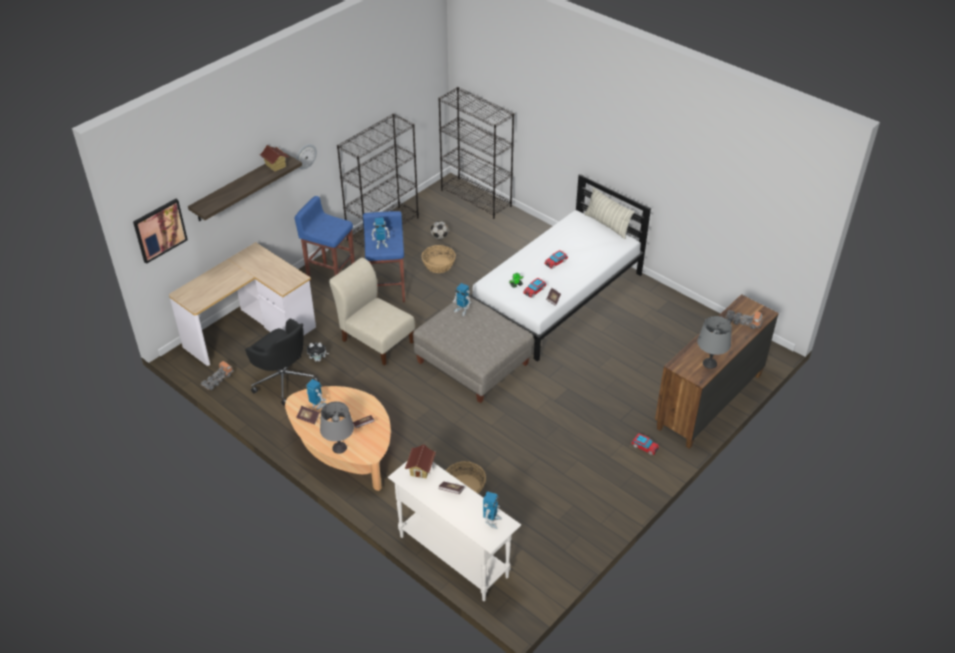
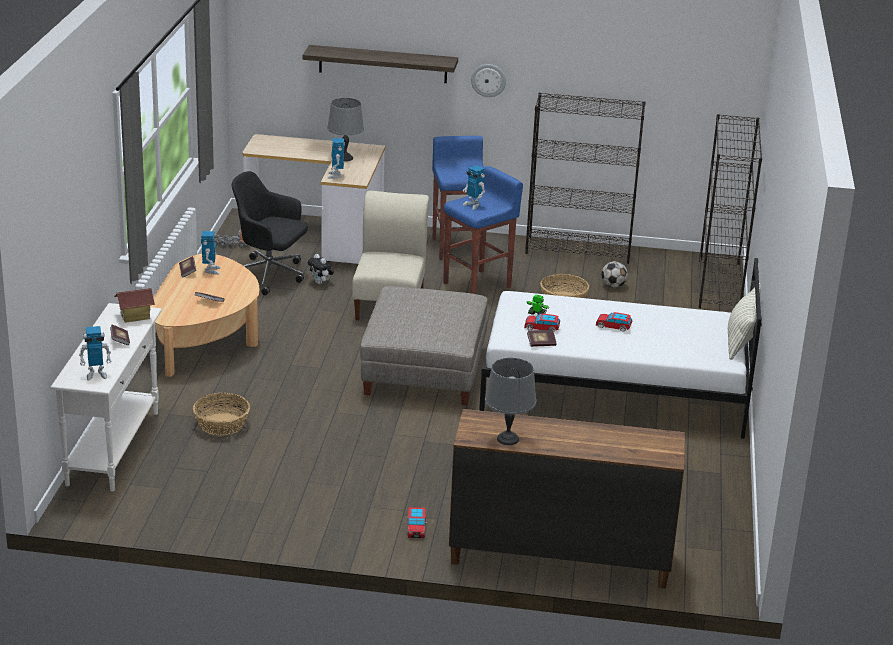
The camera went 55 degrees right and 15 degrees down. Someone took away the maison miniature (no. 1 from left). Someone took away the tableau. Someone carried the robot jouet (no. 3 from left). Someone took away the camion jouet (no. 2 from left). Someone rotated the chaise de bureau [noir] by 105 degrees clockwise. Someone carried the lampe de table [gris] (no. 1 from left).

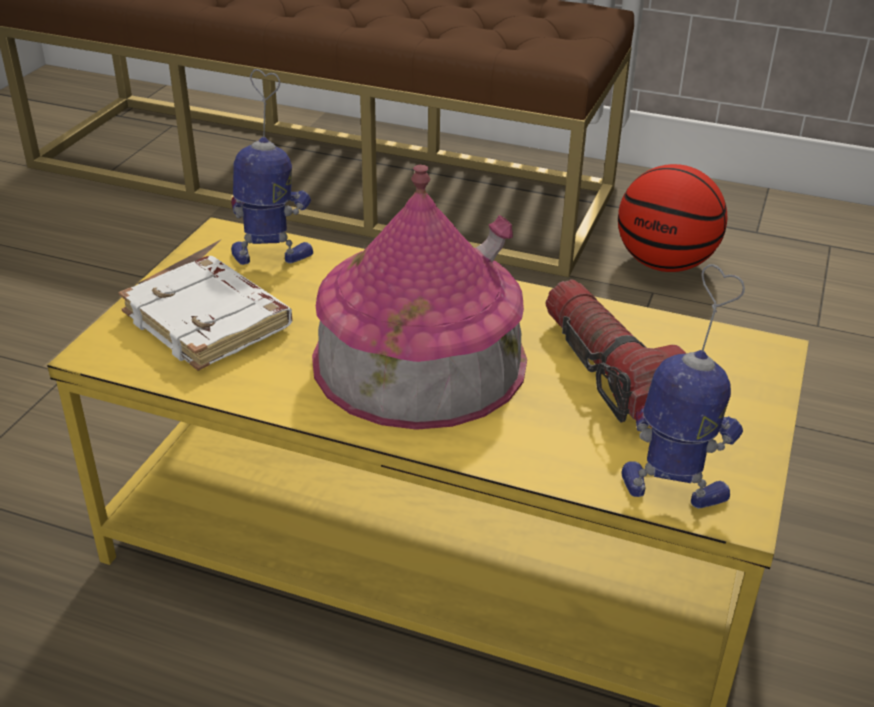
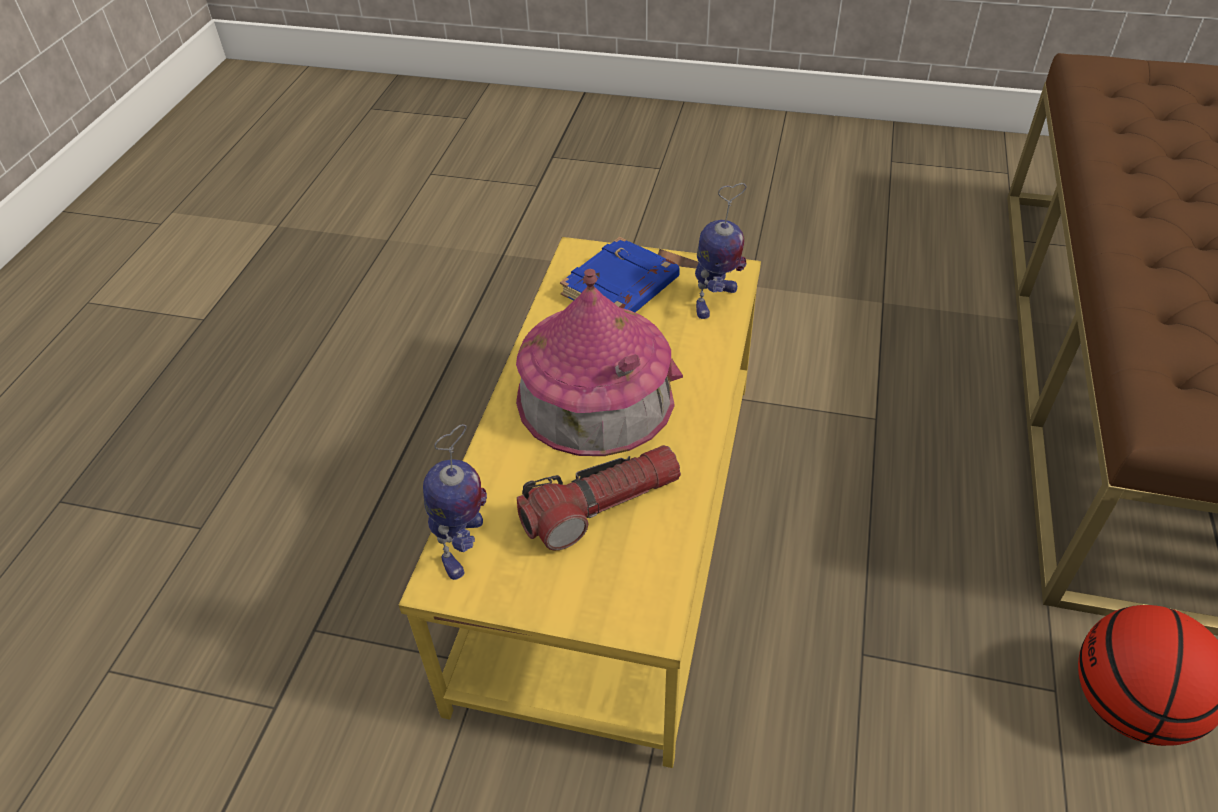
The camera went 85 degrees right and 10 degrees up. Someone rotated the robot jouet (no. 1 from left in the first image) by 45 degrees clockwise. Someone repainted the livre [blanc], which became the livre [bleu].

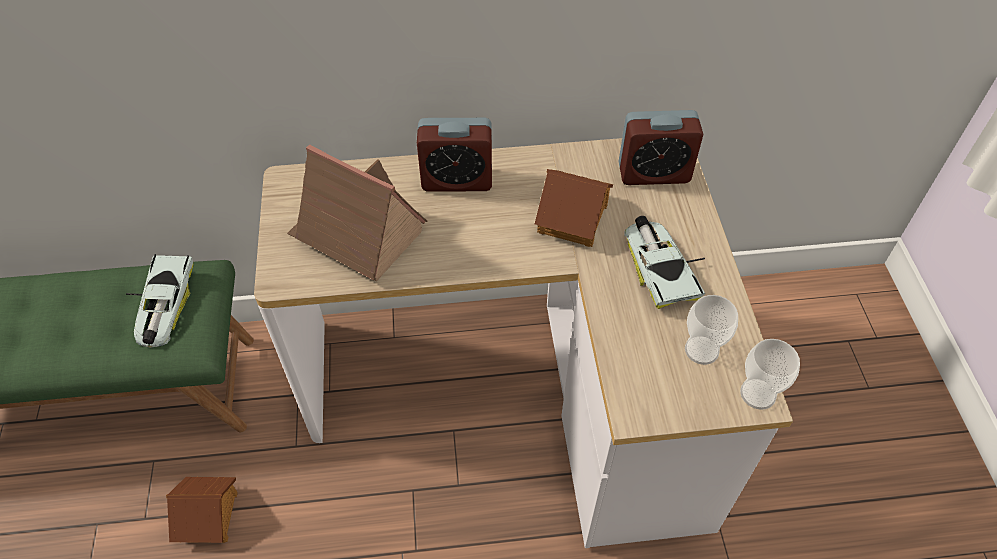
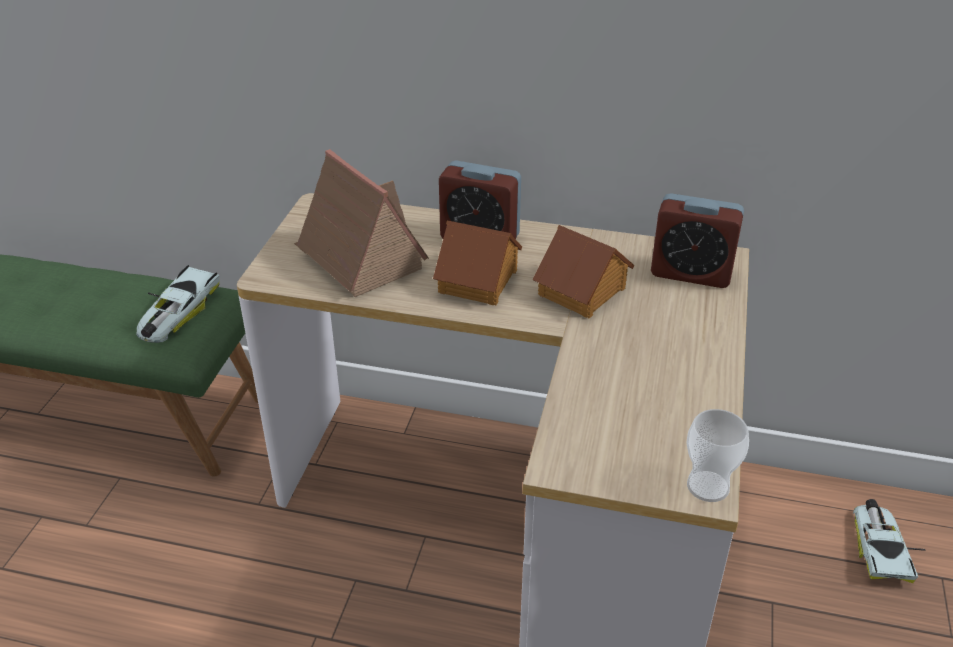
The camera went 20 degrees right and 15 degrees down. Someone carried the petite voiture (no. 2 from left). Someone took away the tasse (no. 1 from left). Someone carried the maison miniature (no. 1 from left in the first image).

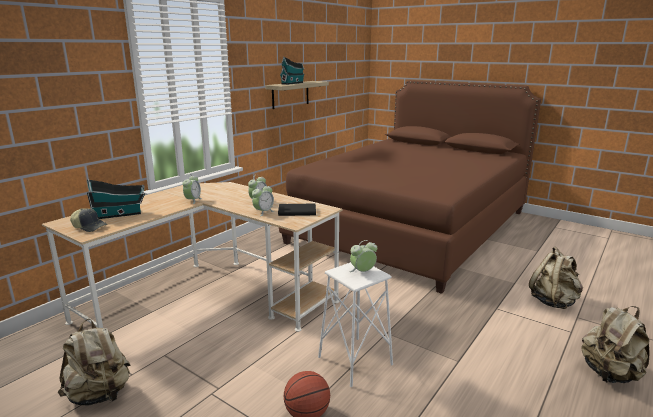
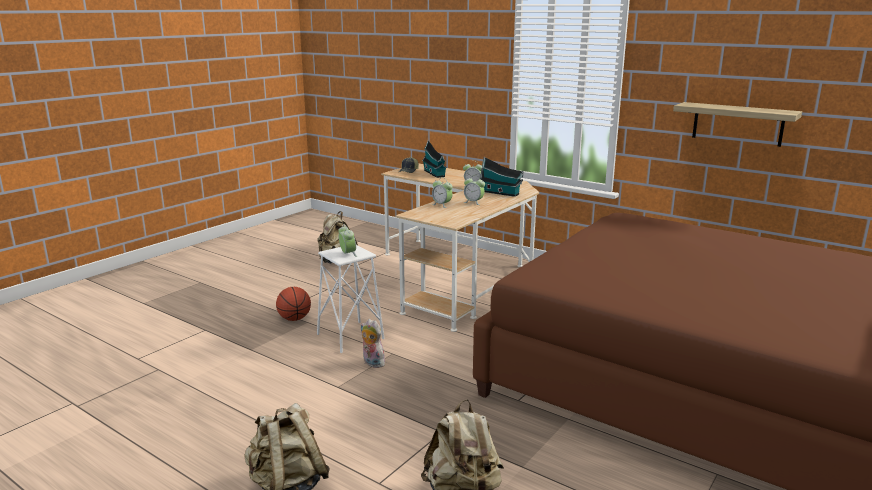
The camera went 90 degrees right and 0 degrees up. Someone carried the maison miniature (no. 2 from left). Someone took away the livre [noir]. Someone put down the peluche.

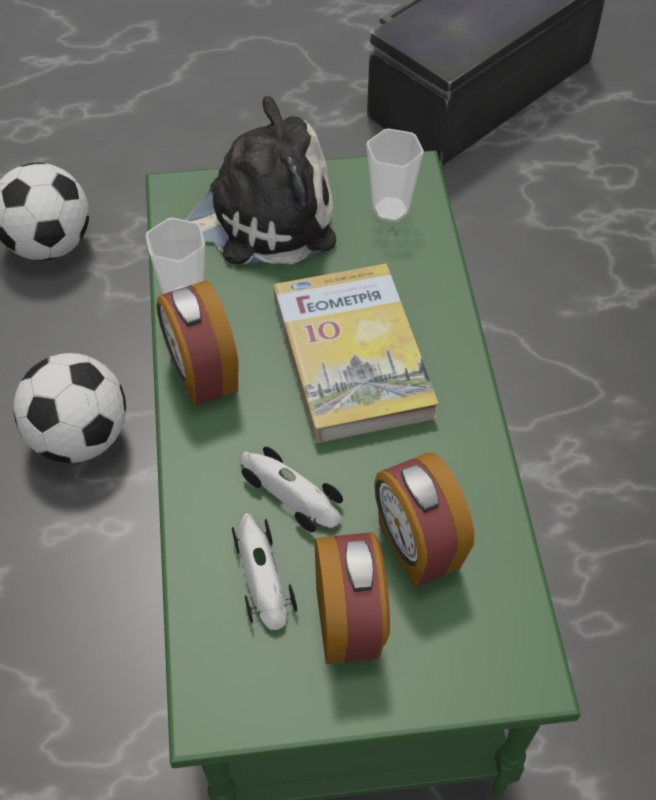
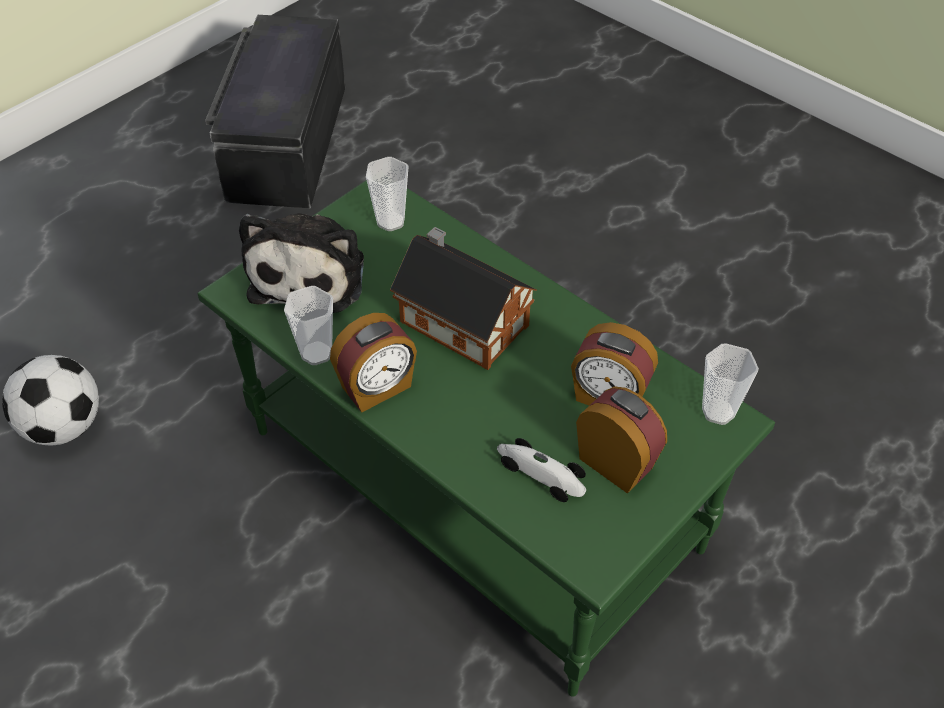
The camera went 40 degrees left and 5 degrees down. Someone rotated the peluche by 150 degrees clockwise. Someone swapped the livre for the maison miniature. Someone rotated the réveil (no. 1 from left) by 60 degrees counterclockwise. Someone took away the ballon de foot (no. 2 from left). Someone took away the petite voiture (no. 2 from left). Someone put down the tasse (no. 3 from left).

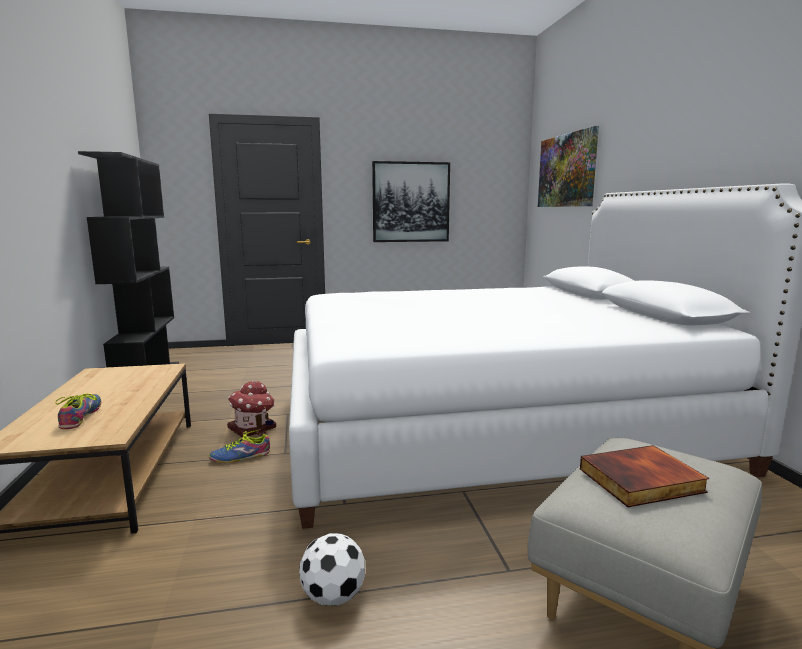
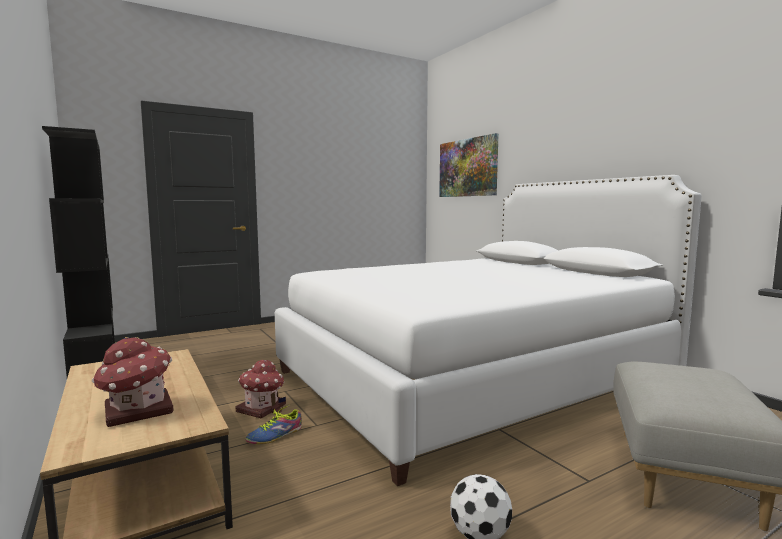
The camera went 20 degrees left and 5 degrees down. Someone took away the tableau (no. 1 from left). Someone swapped the chaussure (no. 1 from left) for the maison miniature (no. 1 from left). Someone took away the livre.

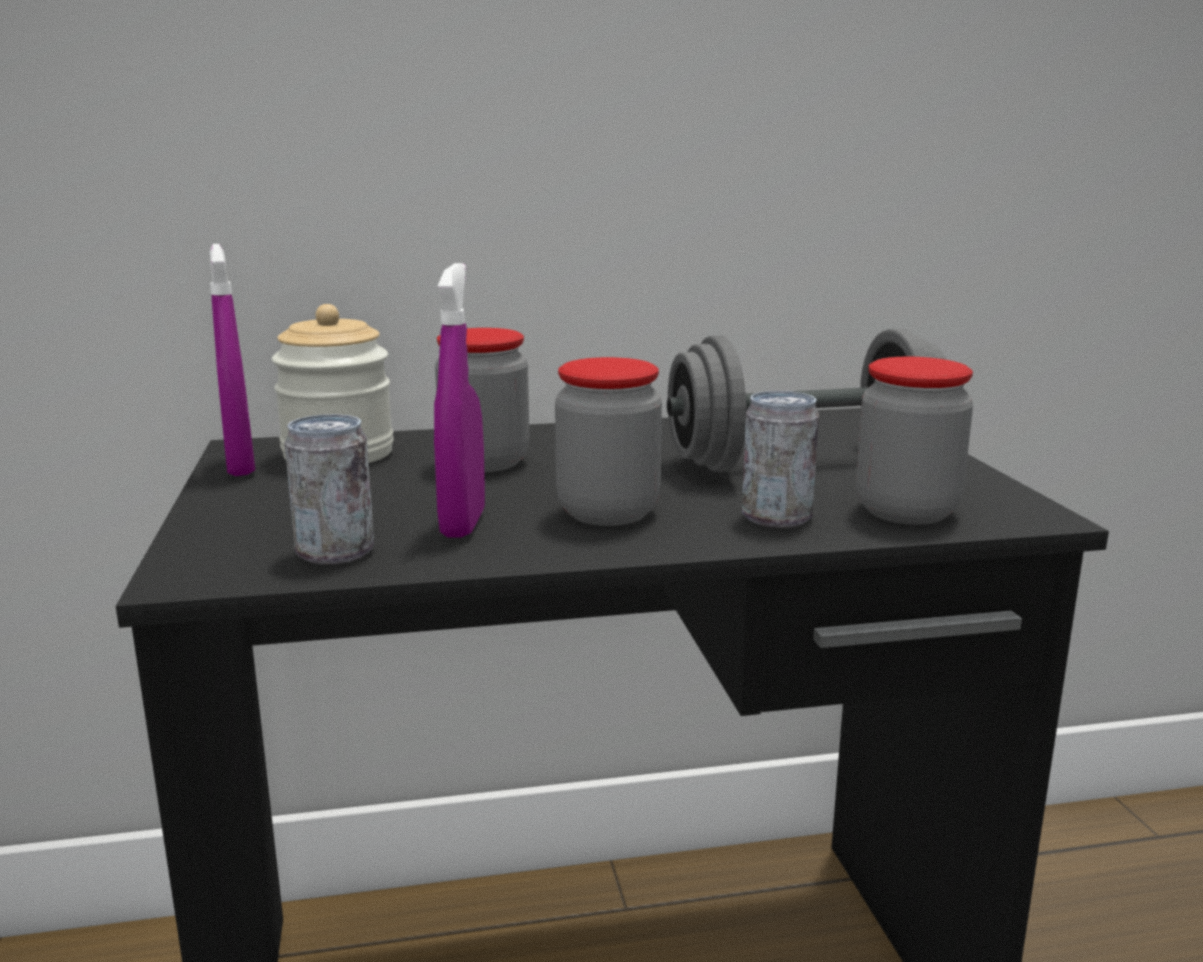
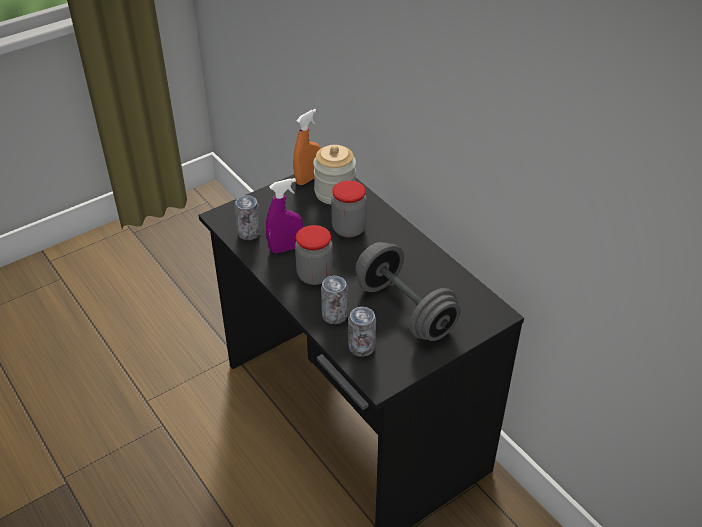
The camera went 65 degrees right and 25 degrees up. Someone repainted the vaporisateur [violet] (no. 1 from left), which became the vaporisateur [orange]. Someone swapped the bocal (no. 4 from left) for the boîte métallique (no. 3 from left).

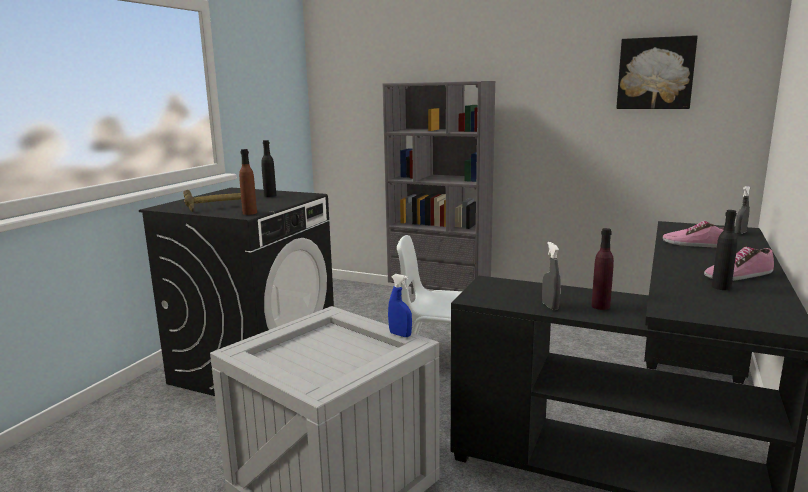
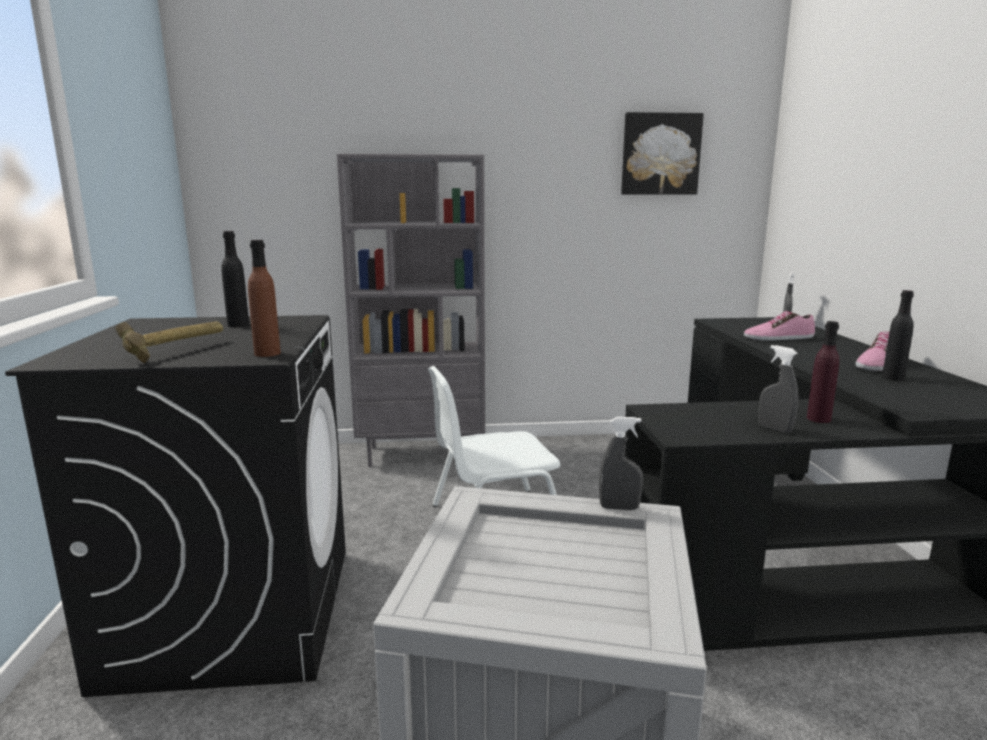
The camera went 30 degrees left and 0 degrees up. Someone repainted the vaporisateur [bleu], which became the vaporisateur [gris] (no. 1 from left).

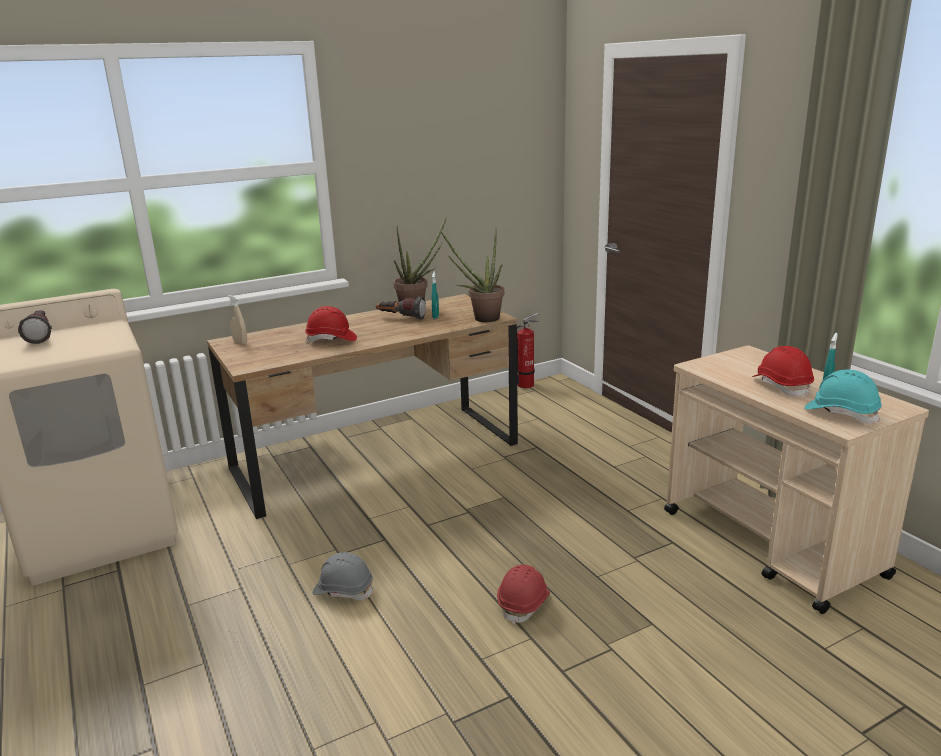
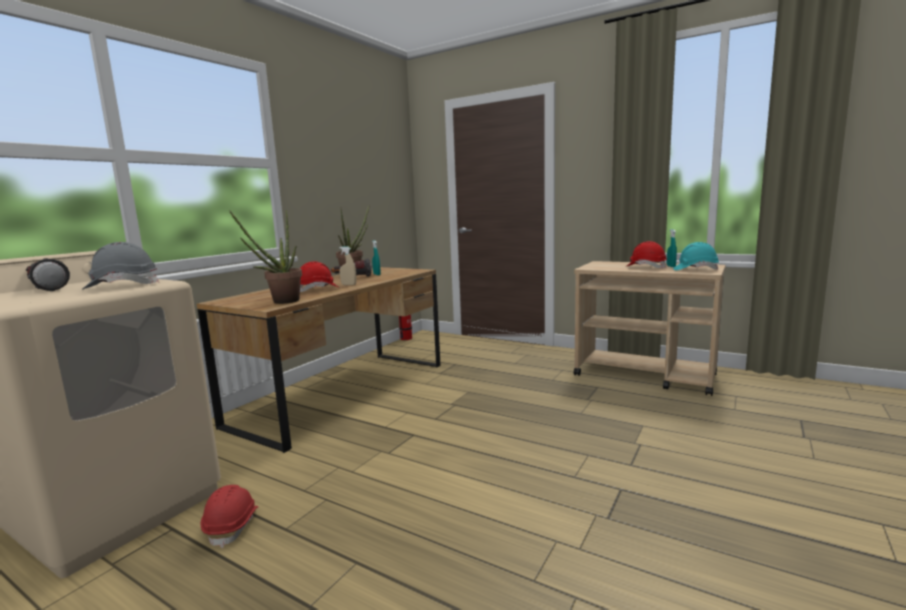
The camera went 30 degrees left and 10 degrees down. Someone carried the plante en pot (no. 2 from left in the first image). Someone carried the vaporisateur [beige]. Someone carried the casque de chantier [gris]. Someone carried the casque de chantier [rouge] (no. 2 from left in the first image).

